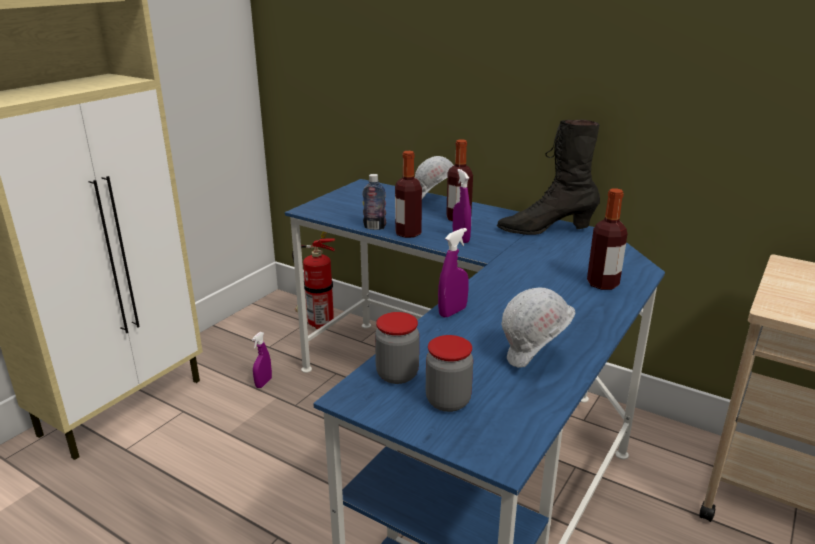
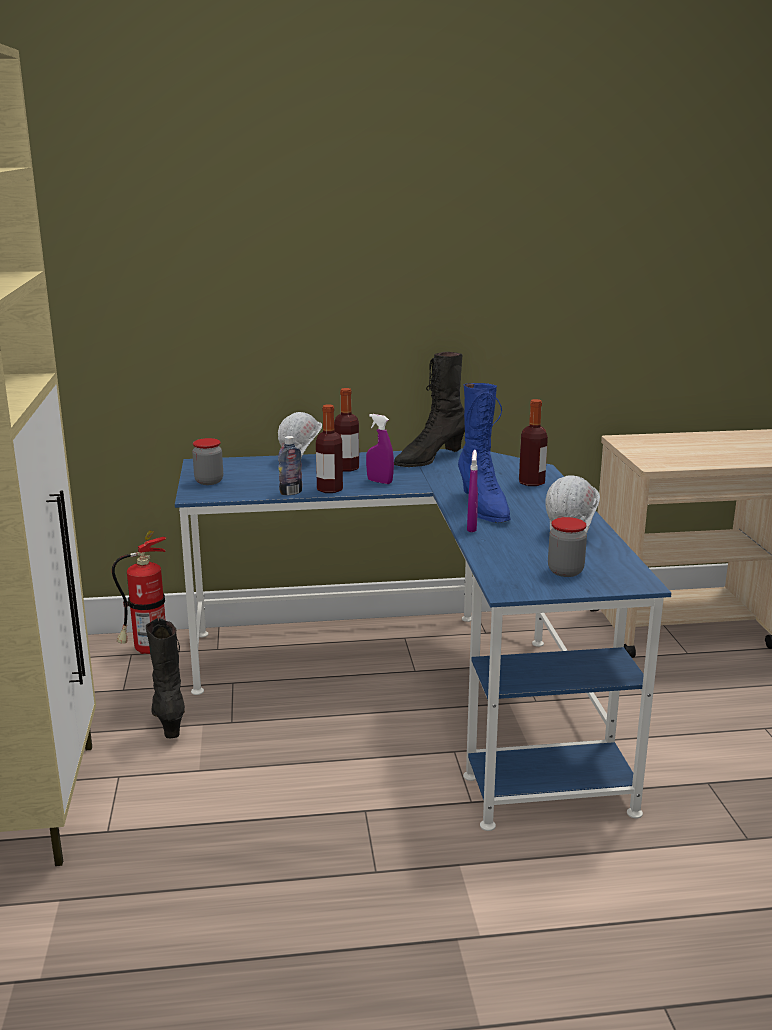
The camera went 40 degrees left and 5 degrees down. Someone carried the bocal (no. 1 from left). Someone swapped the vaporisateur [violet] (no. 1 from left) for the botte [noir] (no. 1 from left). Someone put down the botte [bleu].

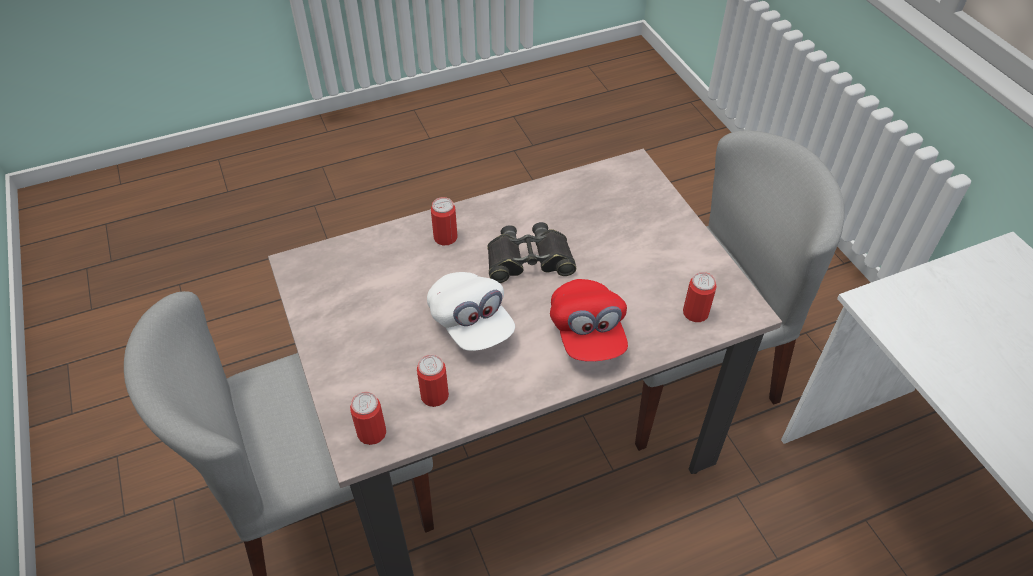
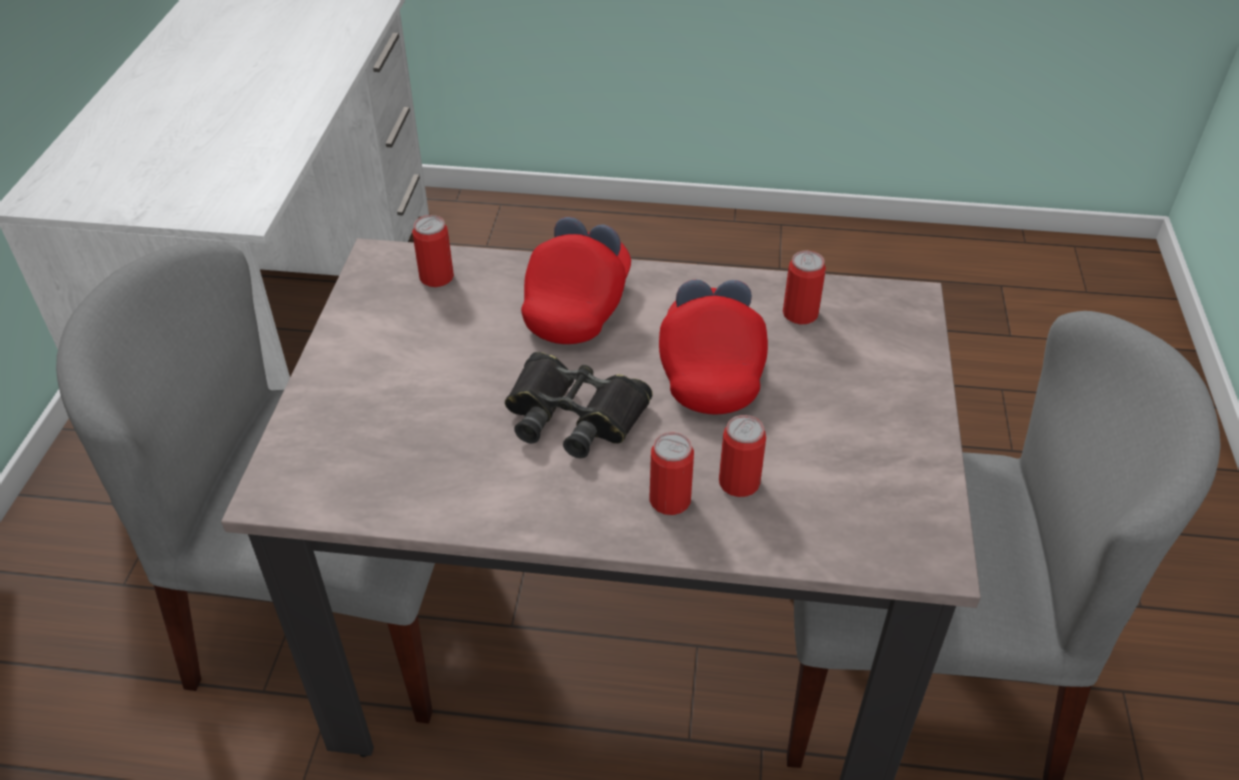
The camera went 150 degrees left and 5 degrees down. Someone repainted the casquette [blanc], which became the casquette [rouge] (no. 2 from left). Someone carried the boîte métallique (no. 1 from left in the first image).

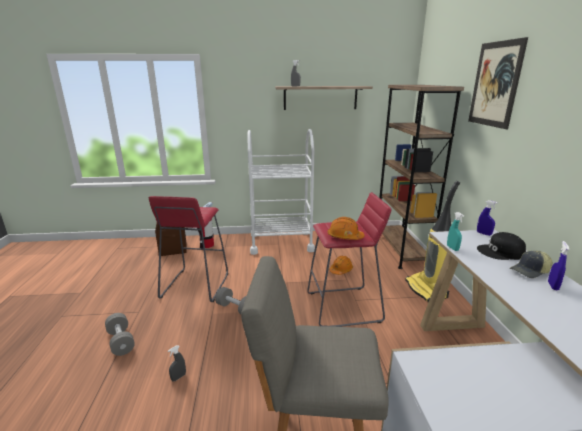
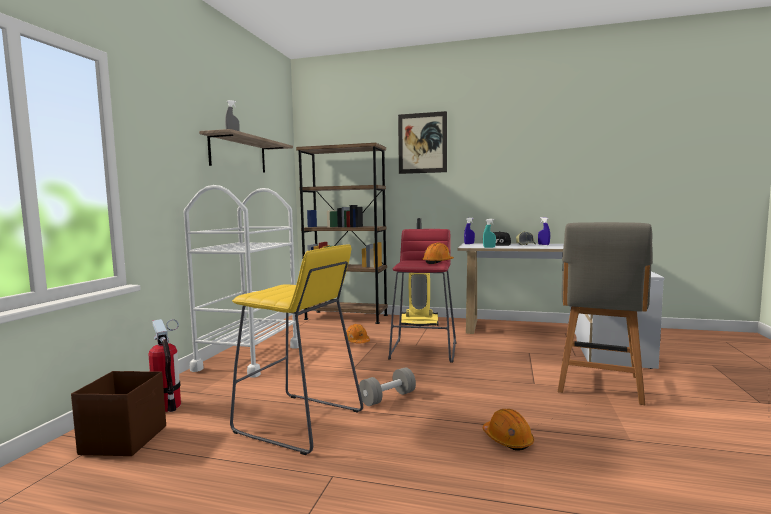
The camera went 70 degrees left and 15 degrees down. Someone repainted the tabouret [rouge] (no. 1 from left), which became the tabouret [jaune]. Someone took away the haltère [gris] (no. 1 from left). Someone swapped the vaporisateur [gris] (no. 1 from left) for the casque de chantier [orange] (no. 3 from left).

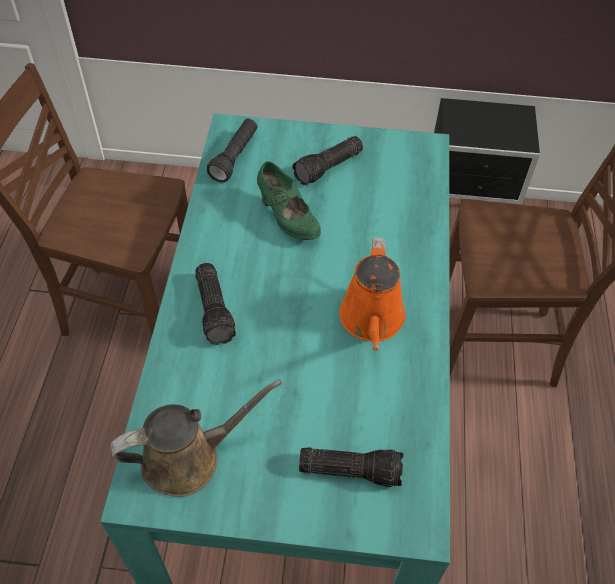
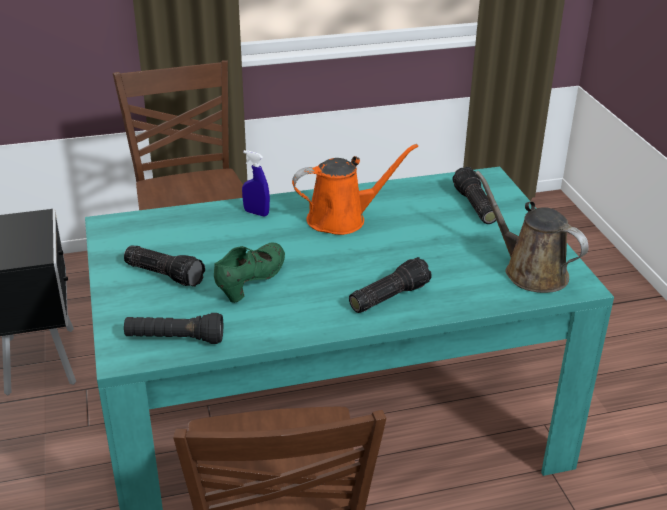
The camera went 110 degrees left and 20 degrees down. Someone put down the vaporisateur [bleu].

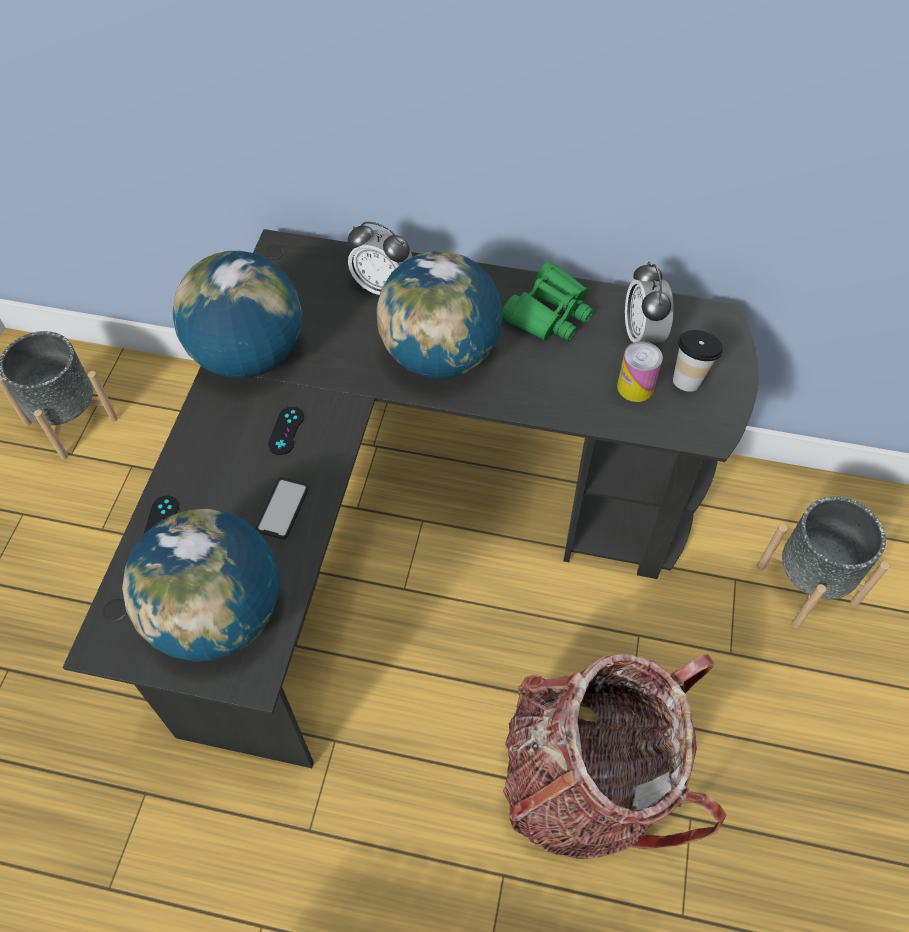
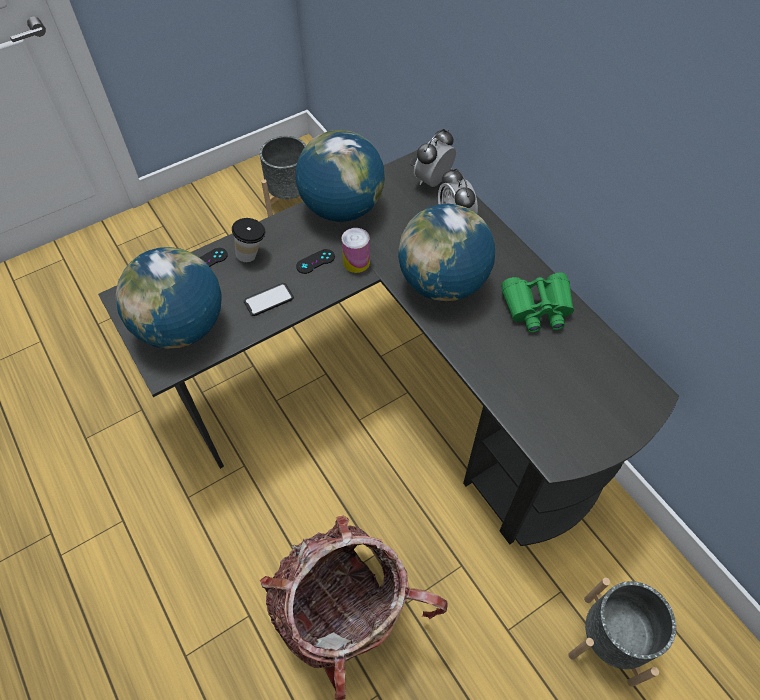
The camera went 45 degrees right and 0 degrees up. Someone carried the réveil (no. 2 from left in the first image). Someone carried the tasse. Someone carried the boîte métallique.

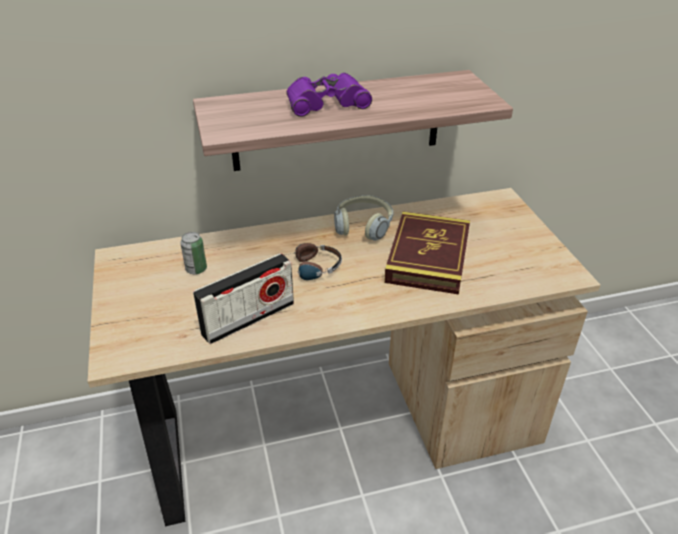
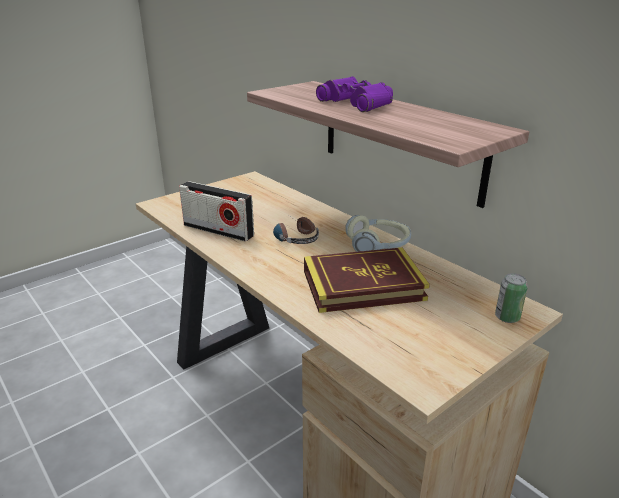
The camera went 65 degrees right and 10 degrees down. Someone carried the boîte métallique.

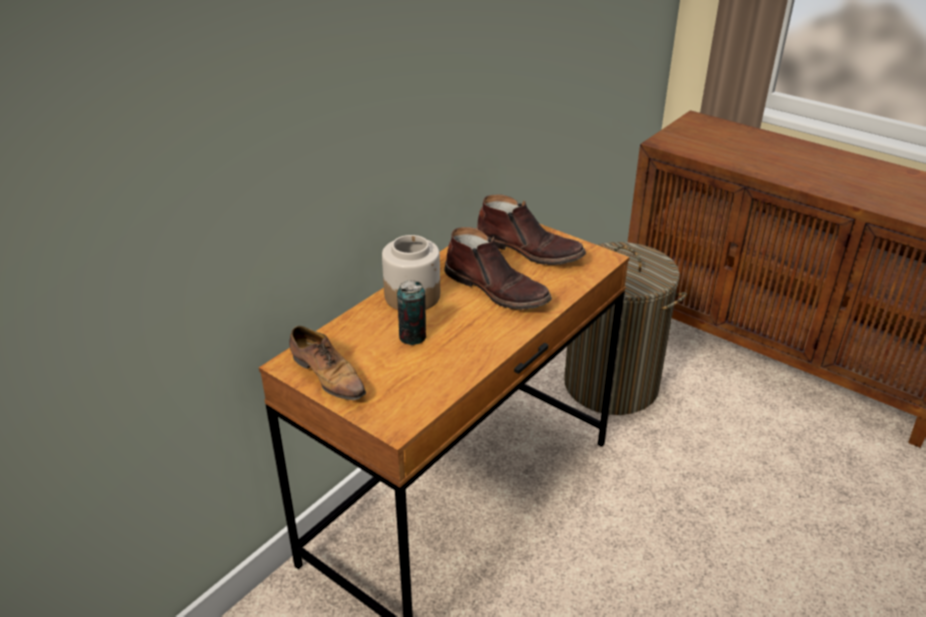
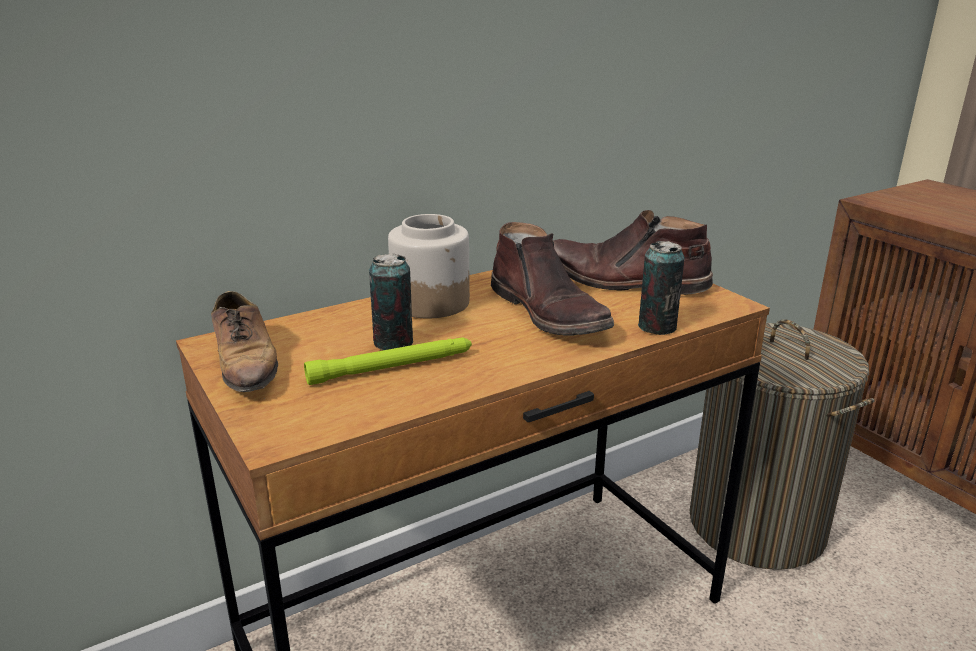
The camera went 20 degrees right and 10 degrees down. Someone rotated the botte [marron] (no. 2 from left) by 150 degrees clockwise. Someone put down the boîte métallique (no. 2 from left). Someone put down the lampe de poche [vert].

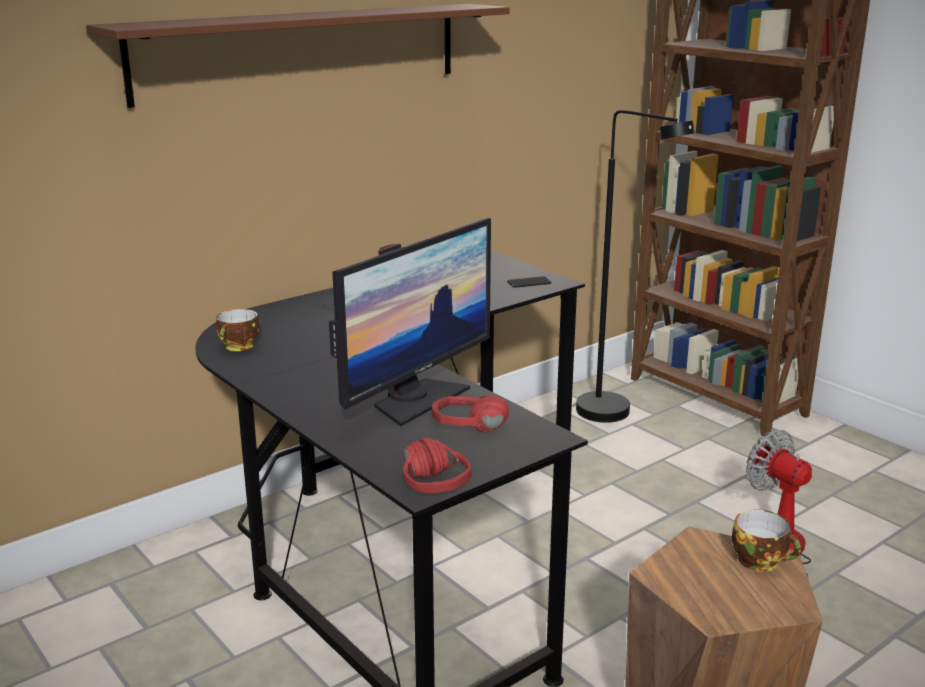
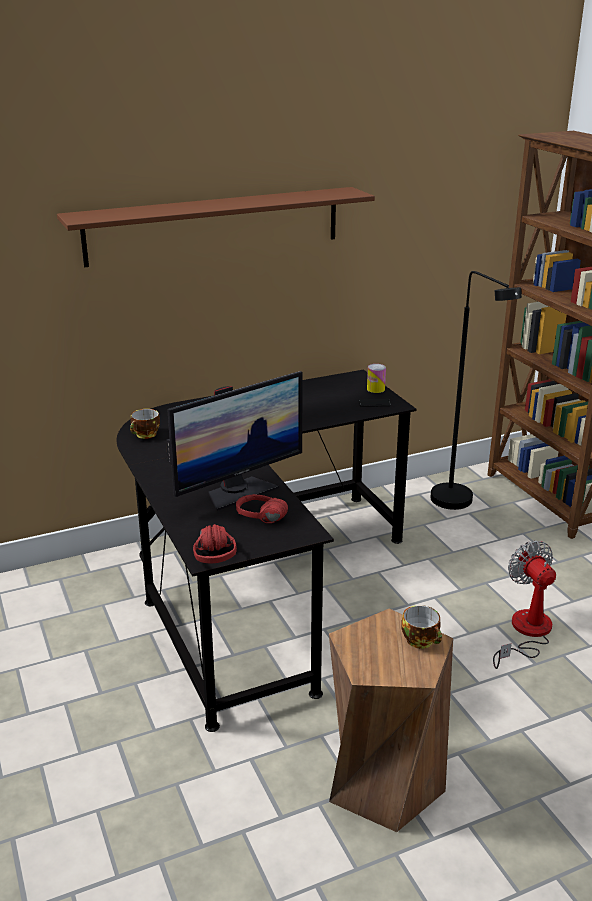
The camera went 15 degrees right and 5 degrees up. Someone put down the boîte métallique.

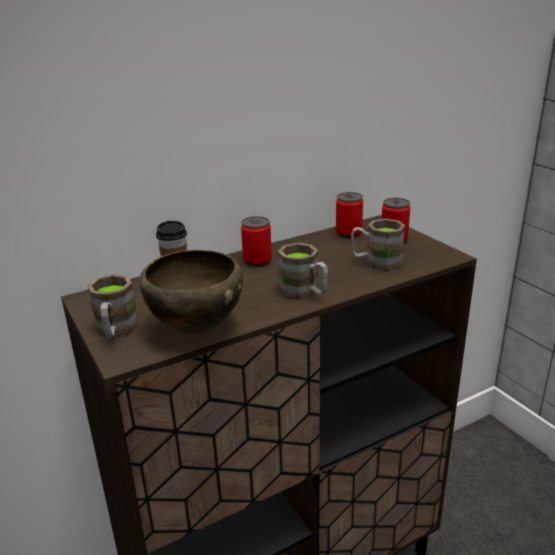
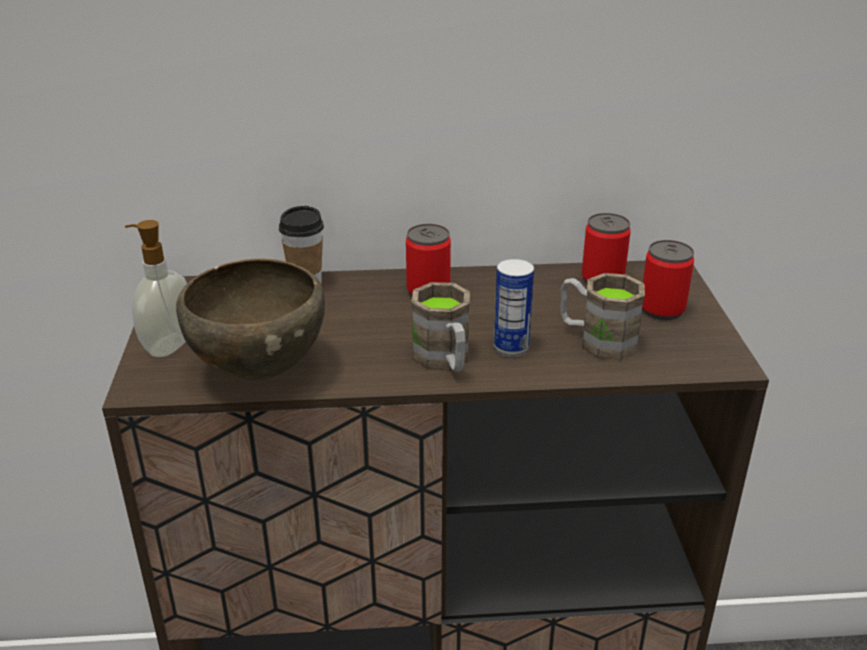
The camera went 25 degrees right and 5 degrees up. Someone swapped the mug [marron] (no. 1 from left) for the distributeur de savon. Someone put down the boîte métallique (no. 2 from left).

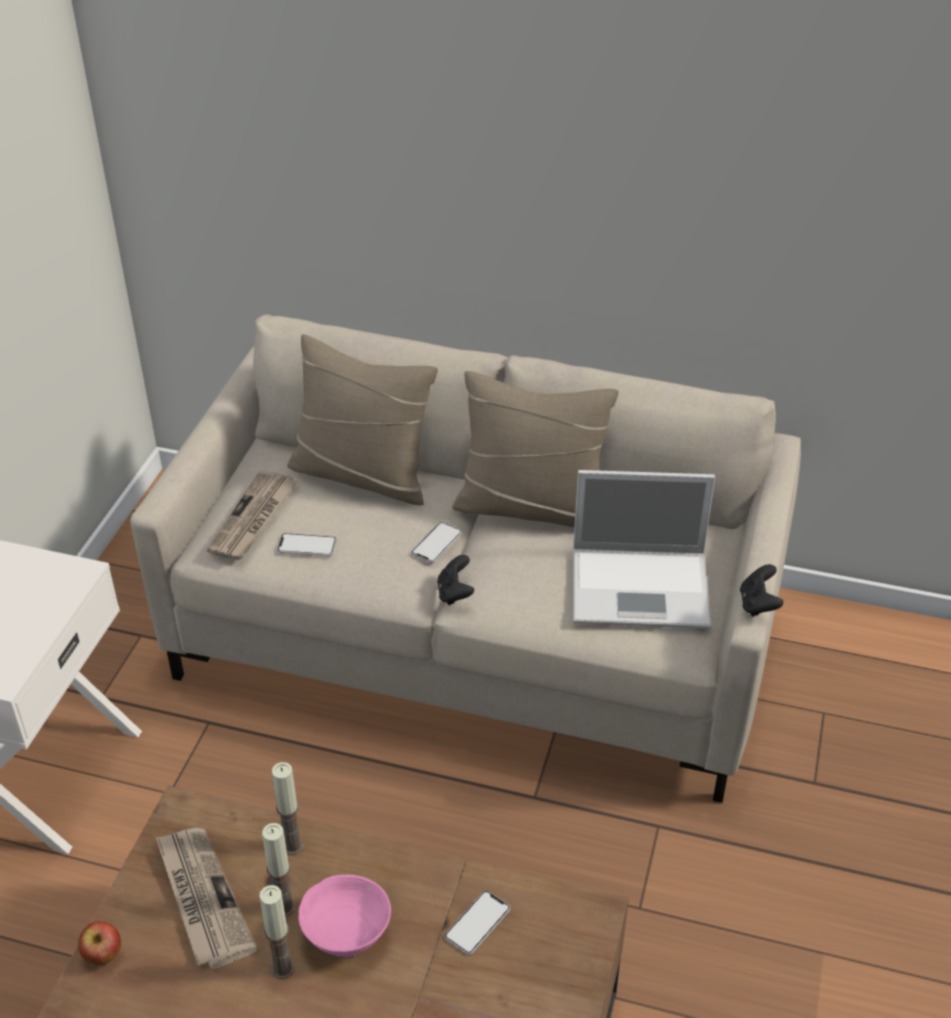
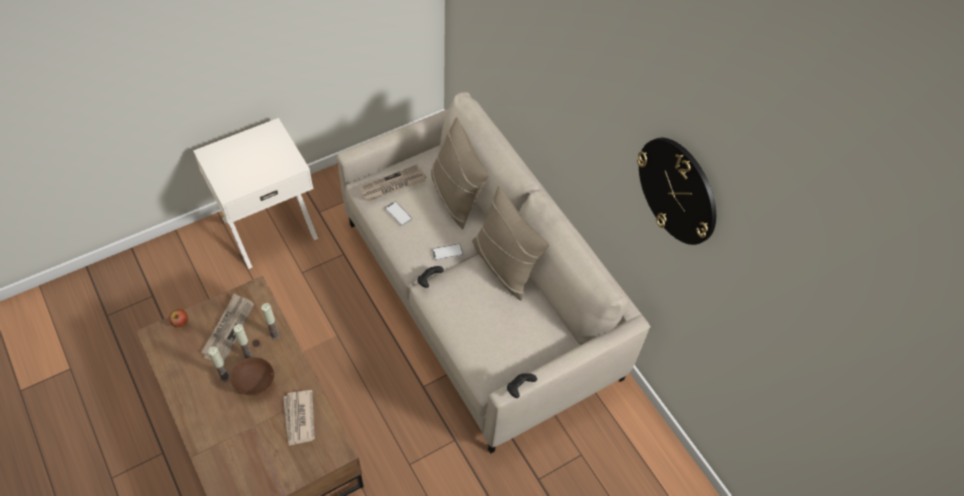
The camera went 40 degrees right and 15 degrees up. Someone took away the ordinateur portable. Someone repainted the bol [rose], which became the bol [marron]. Someone swapped the téléphone (no. 3 from left) for the journal (no. 2 from left). Someone put up the horloge murale.

